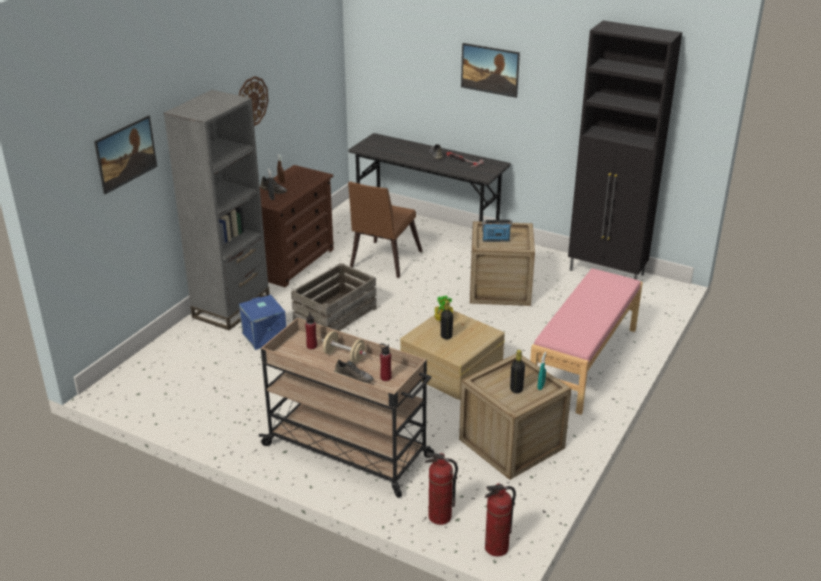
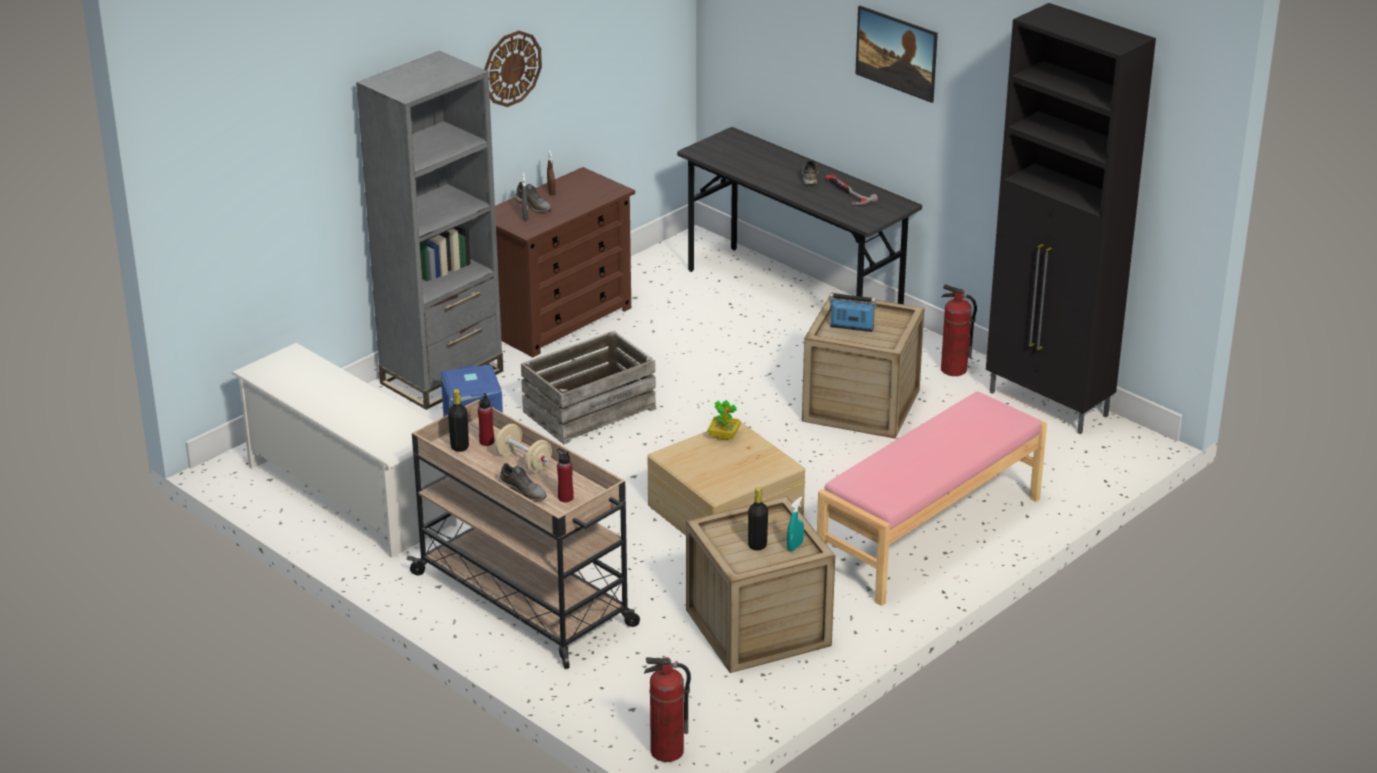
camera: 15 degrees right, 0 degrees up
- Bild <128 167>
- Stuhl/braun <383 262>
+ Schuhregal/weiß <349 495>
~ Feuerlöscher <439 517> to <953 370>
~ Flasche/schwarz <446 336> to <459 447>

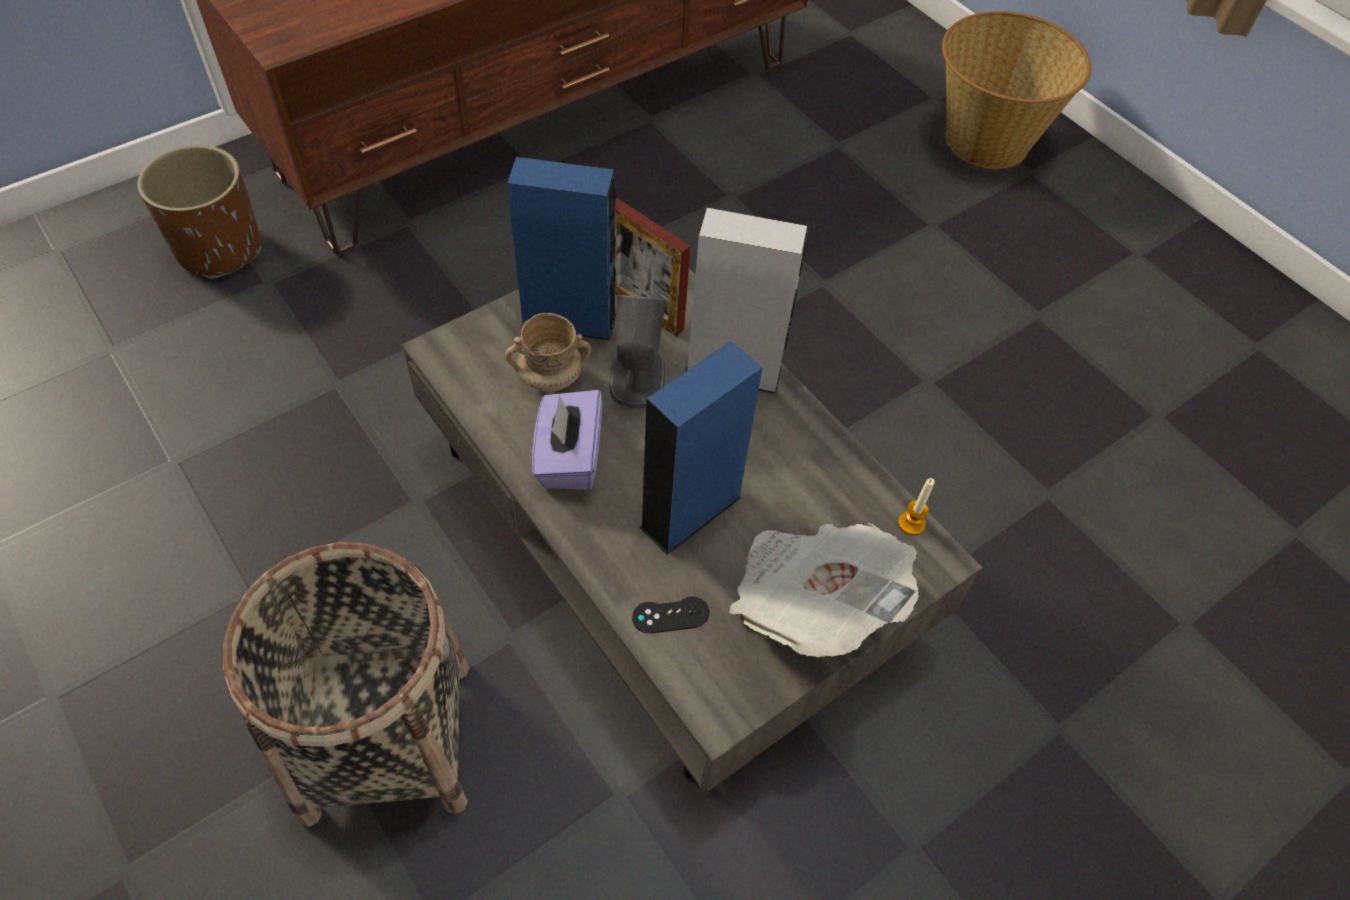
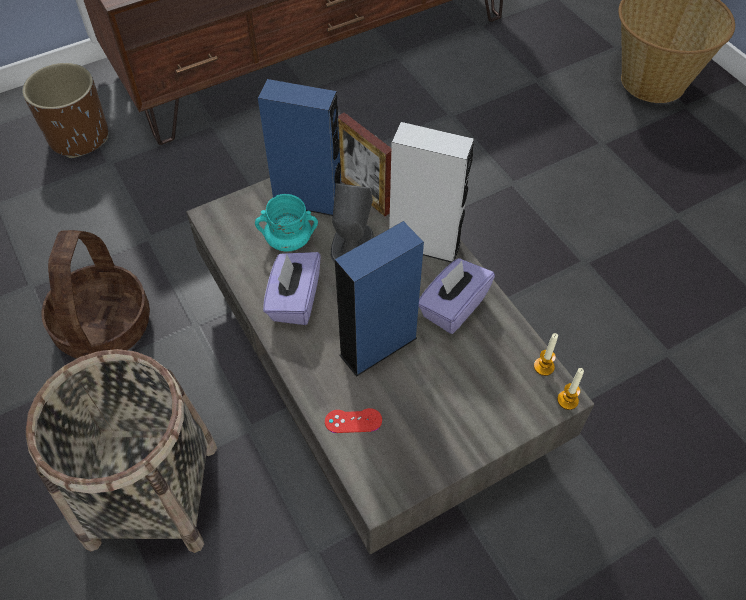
camera: 10 degrees right, 0 degrees up
- Zeitung <812 601>
+ Korb <103 324>
+ Taschentuchbox/lila <452 307>
+ Kerze <567 400>
~ Henkelbecher/beige <550 378> to Henkelbecher/türkis <288 241>
~ Gamepad/schwarz <670 615> to Gamepad/rot <353 421>

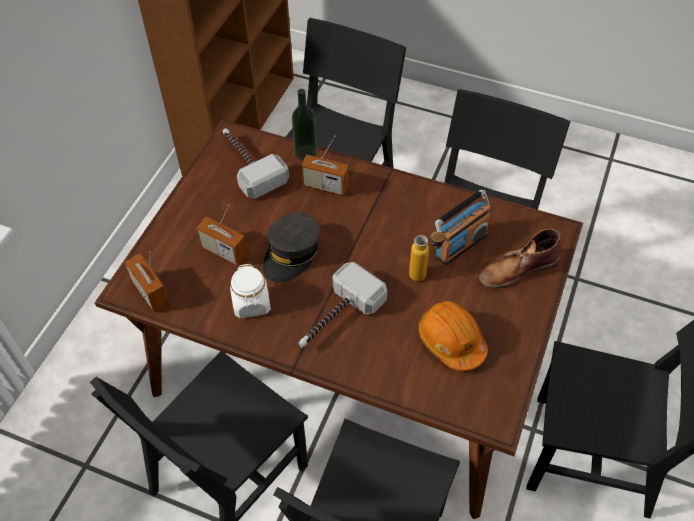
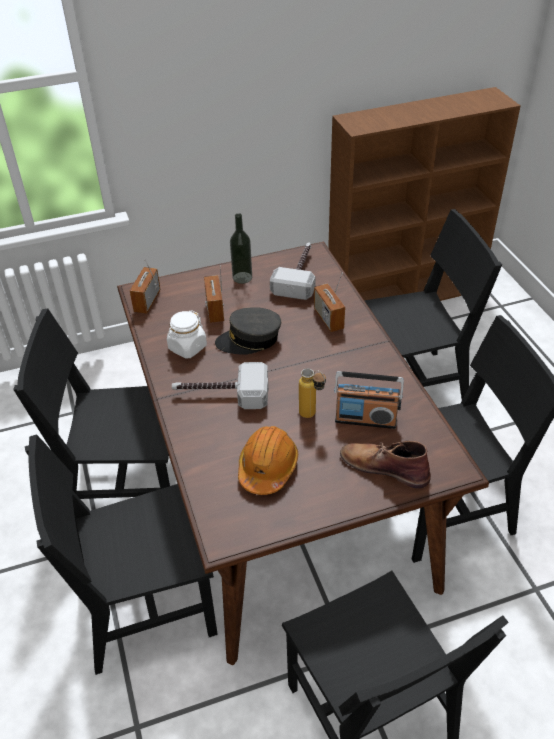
camera: 50 degrees right, 10 degrees down
~ Flasche <305 152> to <242 277>

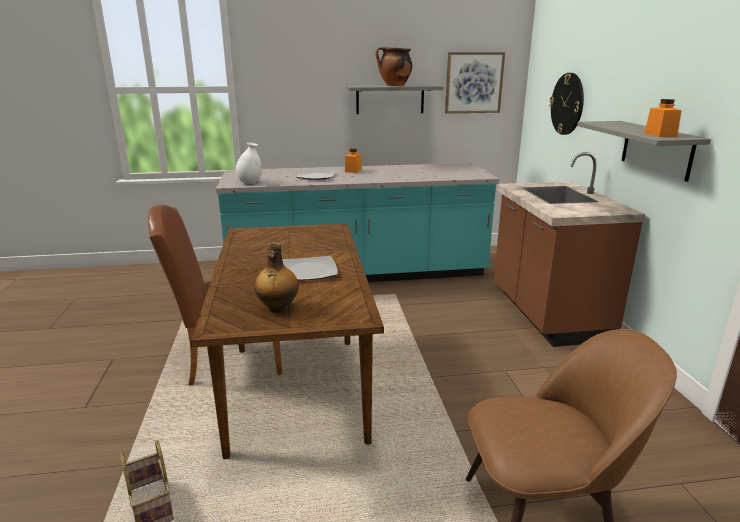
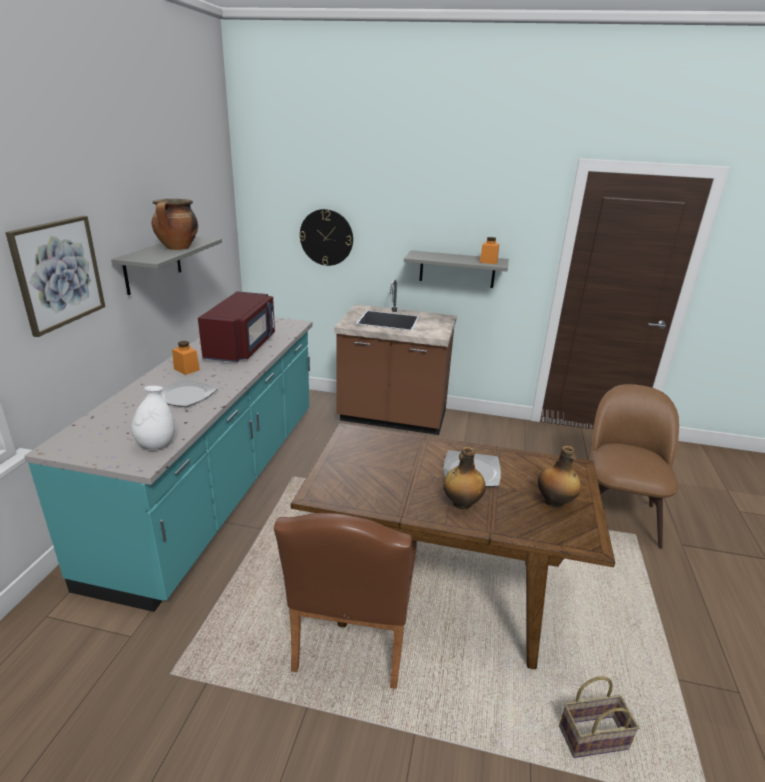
camera: 70 degrees left, 5 degrees up
+ Mikrowelle/rot <242 347>
+ Flasche <461 504>
~ Bild <474 83> to <58 273>

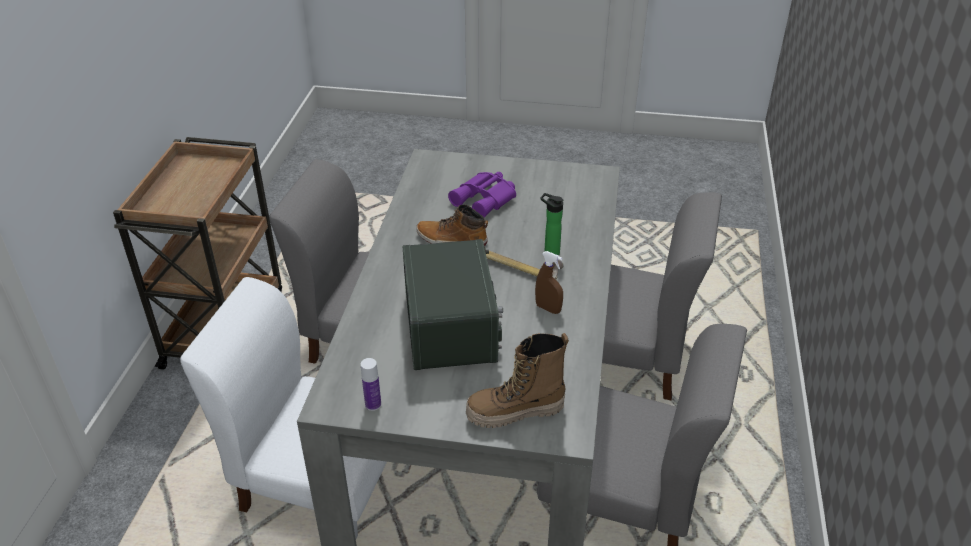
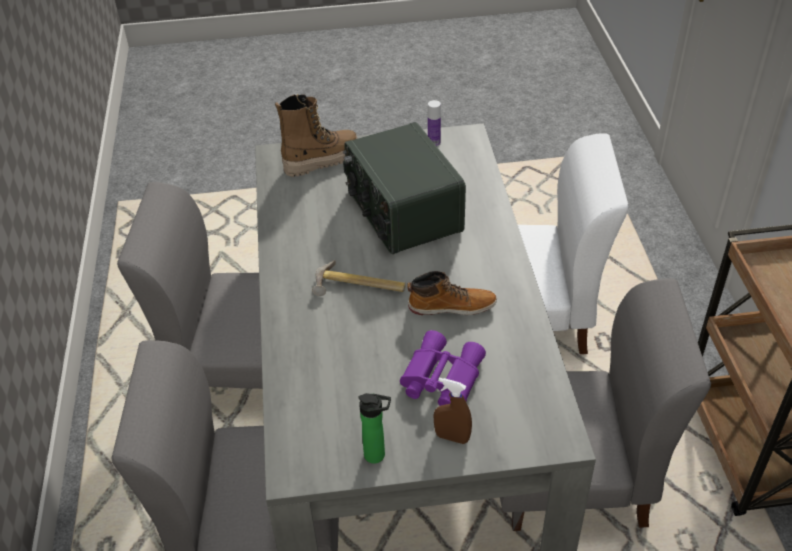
camera: 165 degrees right, 5 degrees up
~ Sprühflasche/braun <548 308> to <452 437>
~ Flasche <549 252> to <378 455>

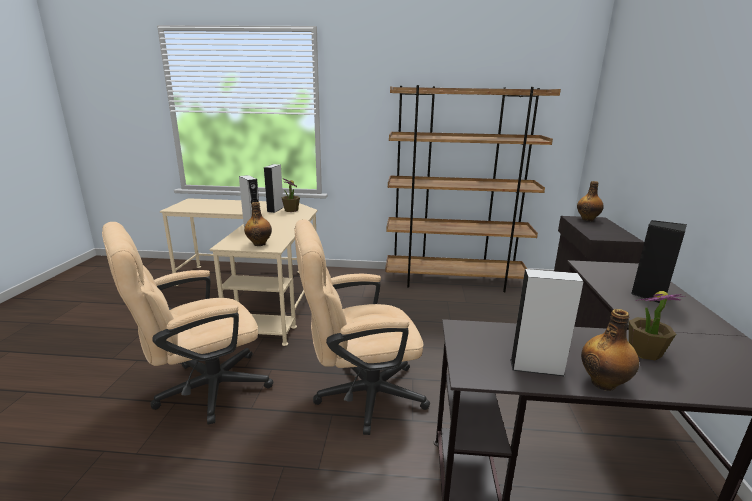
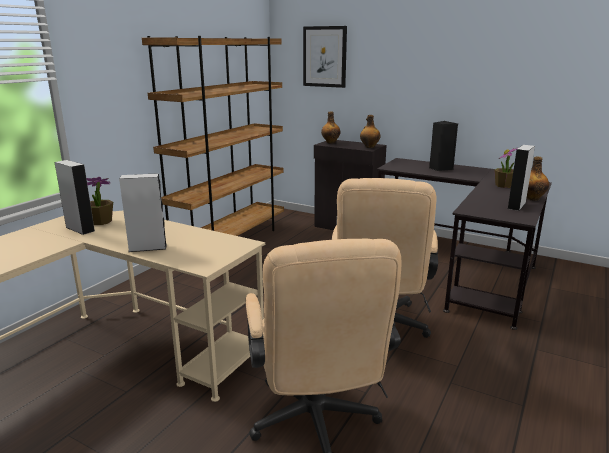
camera: 65 degrees left, 0 degrees up
+ Bild <325 57>
~ Flasche <259 244> to <369 147>

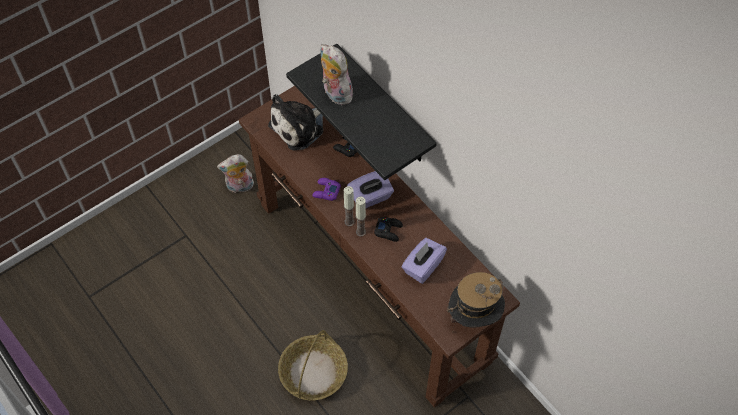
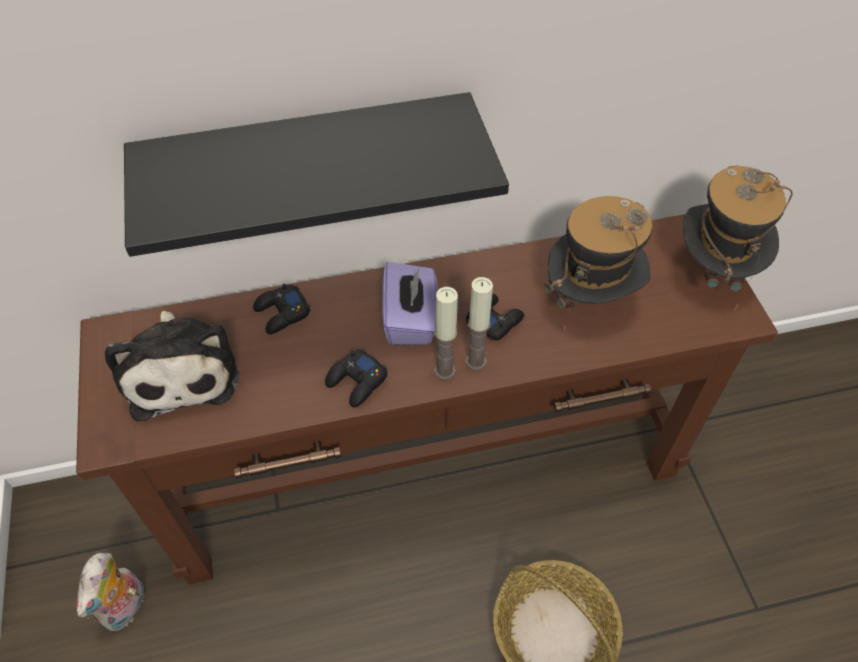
camera: 65 degrees left, 5 degrees down
- Plüschtier <335 93>
~ Taschentuchbox/lila <423 266> to Hut <589 300>
~ Gamepad/lila <326 191> to Gamepad/schwarz <357 382>

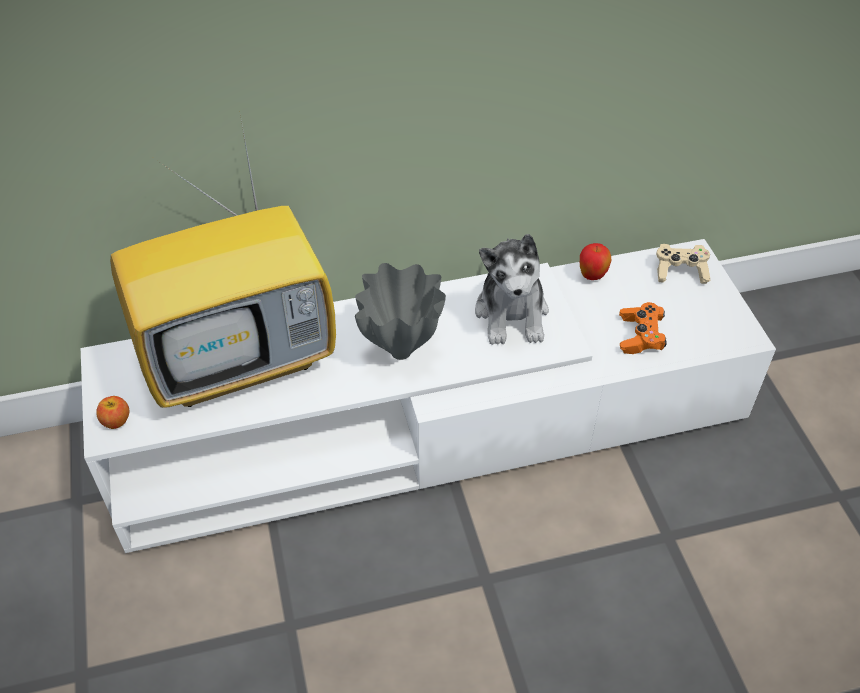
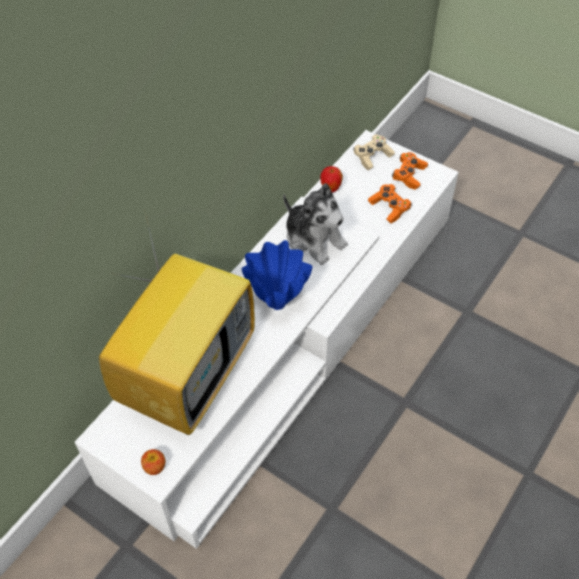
camera: 40 degrees left, 5 degrees up
+ Gamepad/orange <409 175>
~ Vase/grau <402 351> to Vase/blau <278 302>

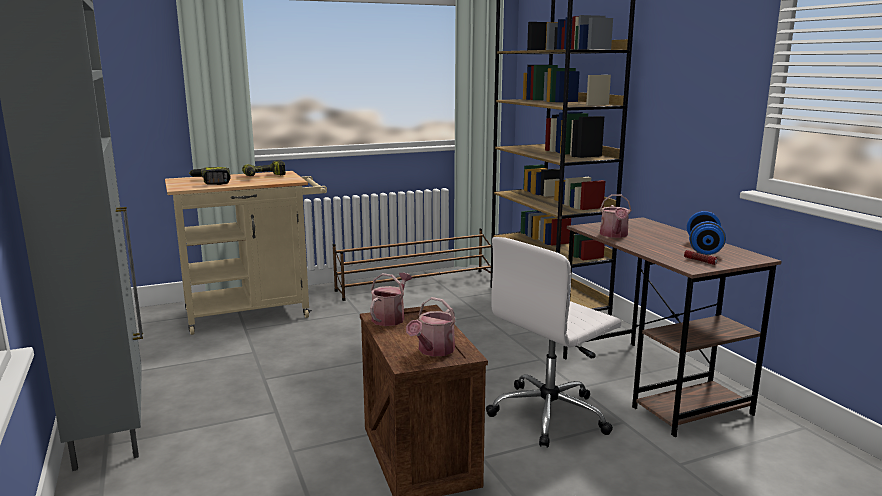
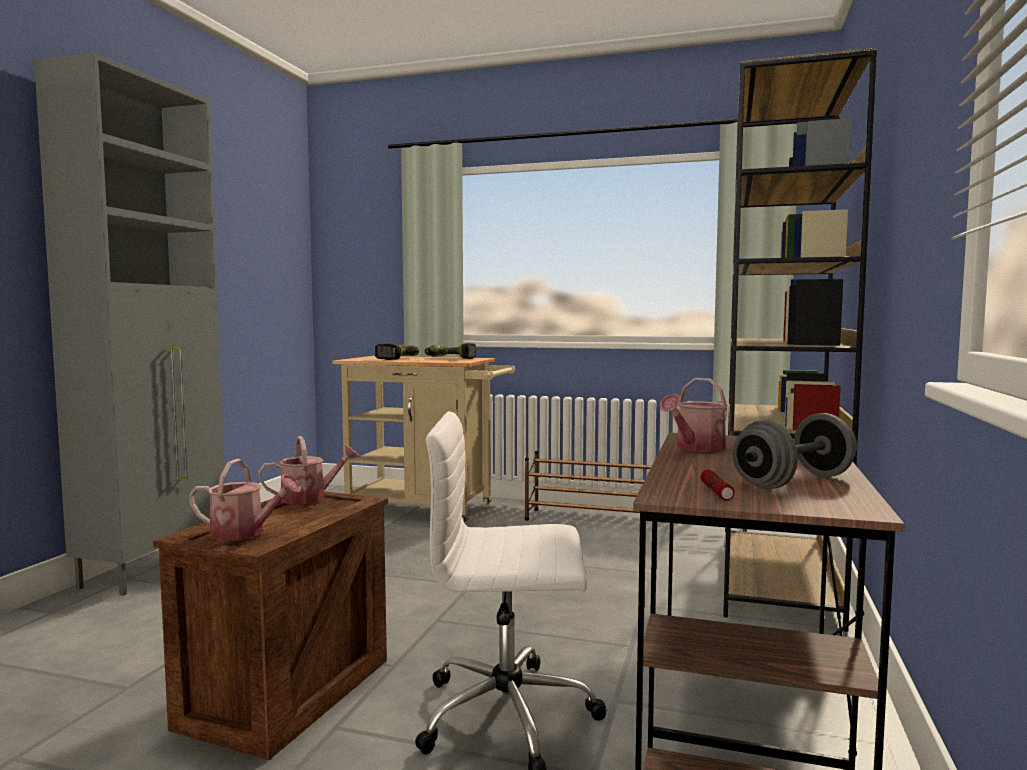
camera: 40 degrees right, 10 degrees down
~ Hantel/blau <703 248> to Hantel/grau <794 481>
~ Gießkanne <433 351> = <244 533> 150 degrees counterclockwise

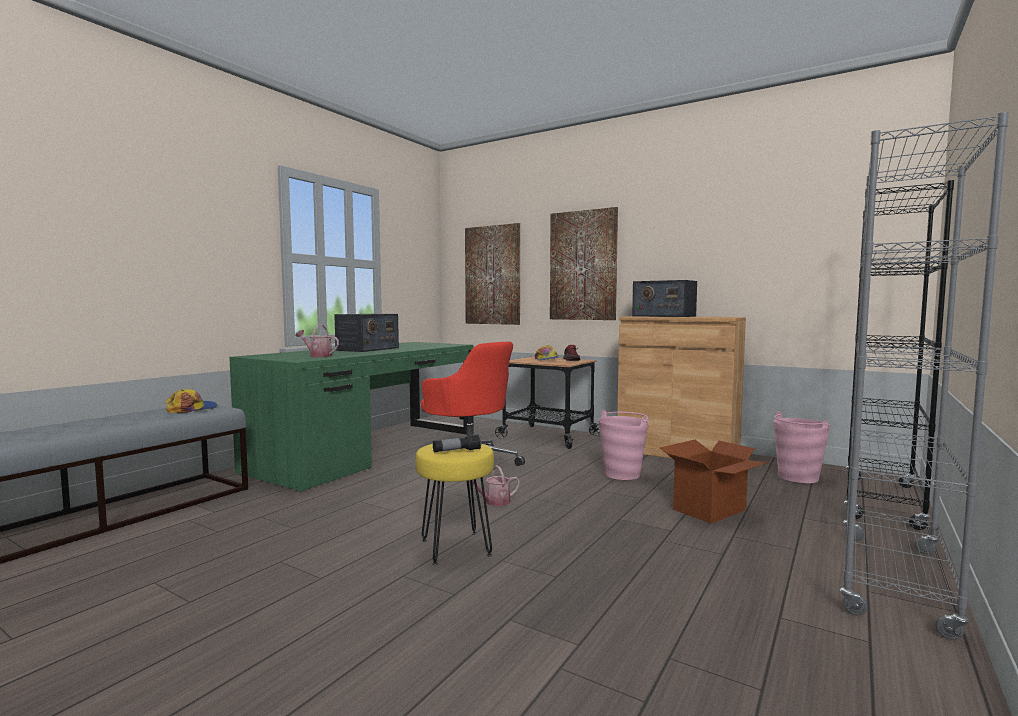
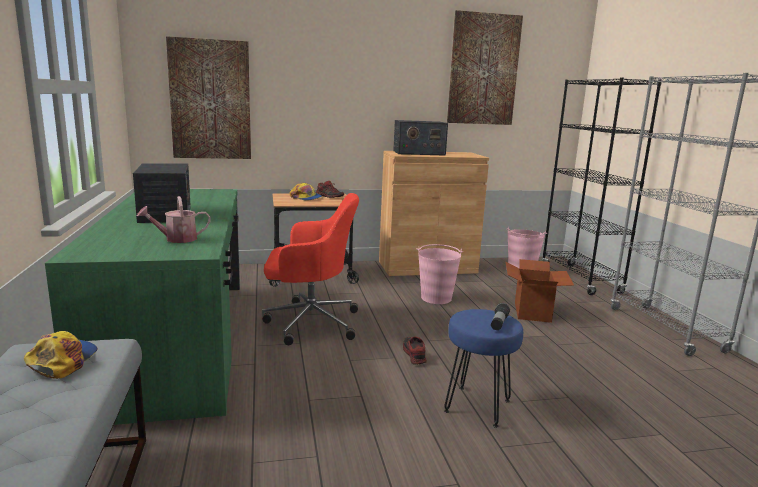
camera: 45 degrees left, 10 degrees up
~ Bild <583 265> to <483 70>
~ Gießkanne <494 502> to Schuh <413 355>
~ Hocker/gelb <456 548> to Hocker/blau <478 406>

